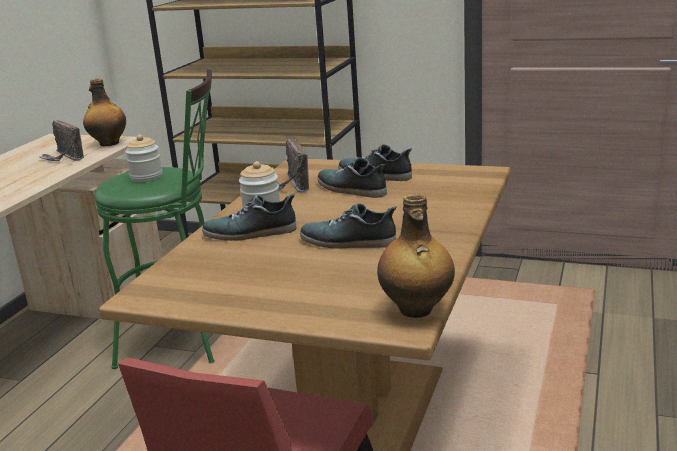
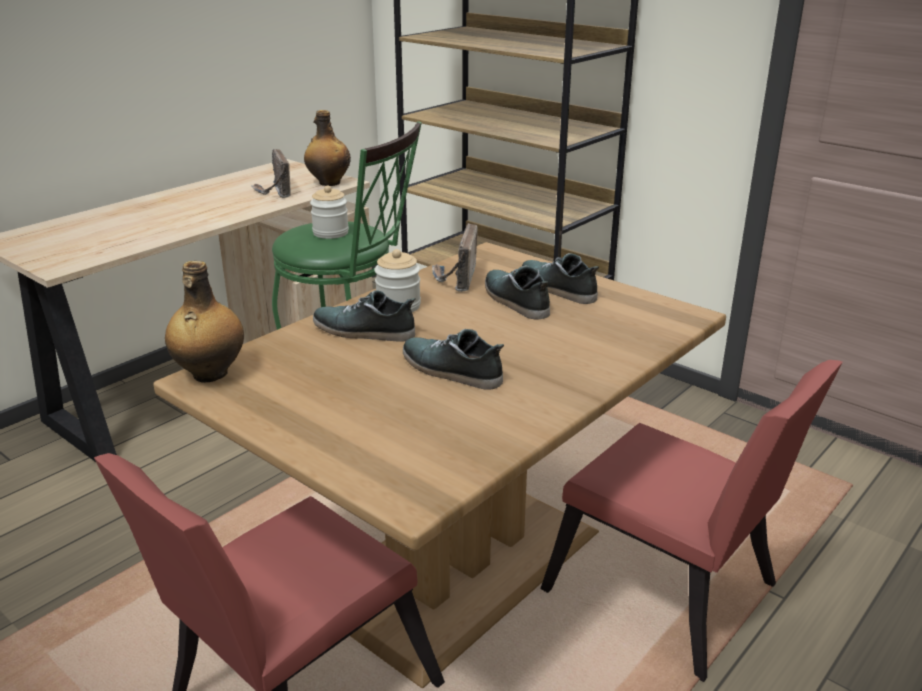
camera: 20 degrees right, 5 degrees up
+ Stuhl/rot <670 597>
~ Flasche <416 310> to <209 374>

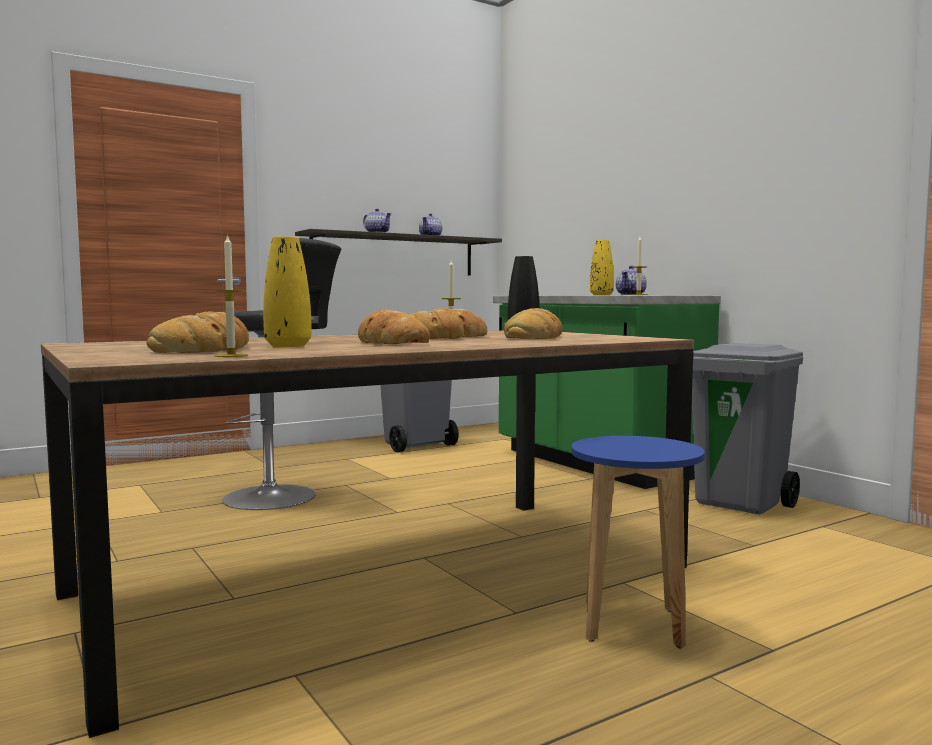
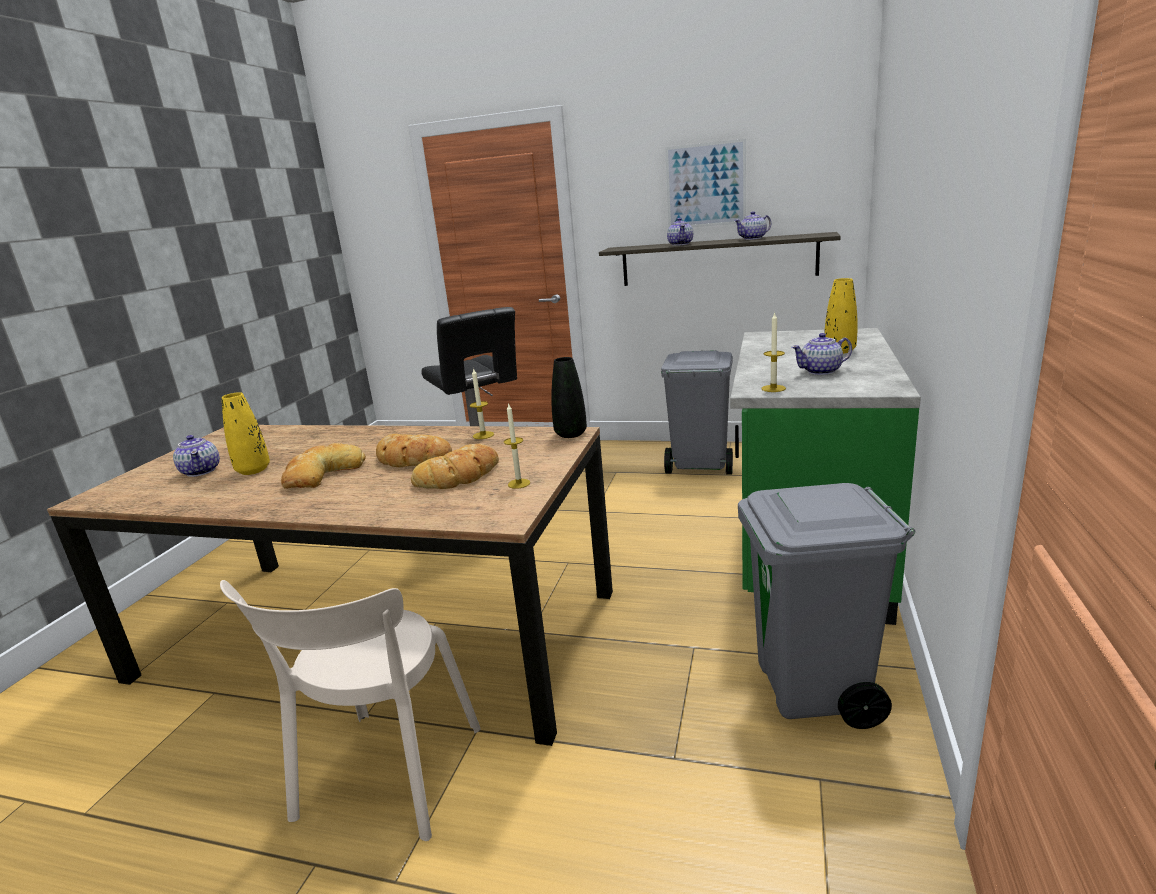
camera: 50 degrees right, 15 degrees up
+ Bild <705 185>
~ Kerze <231 355> to <519 483>
~ Brot <206 349> to Teekanne <201 471>
~ Hocker/blau <632 625> to Stuhl/beige <386 779>

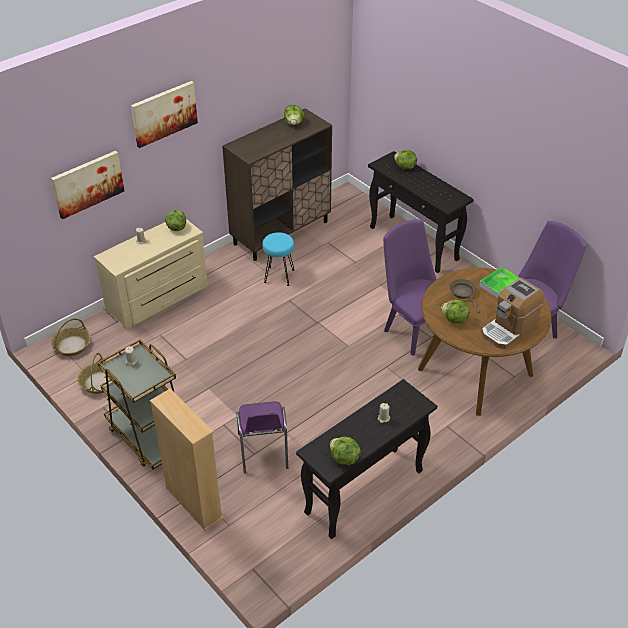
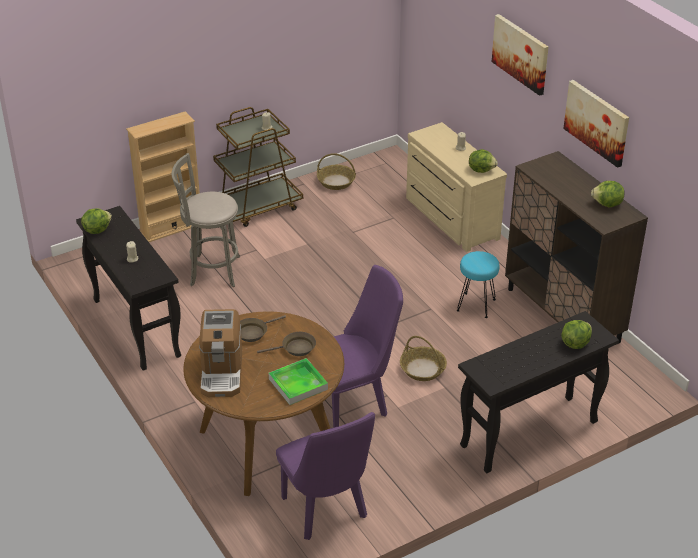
camera: 100 degrees right, 5 degrees down
~ Bild <87 183> to <597 122>
~ Korb <72 345> to <423 369>
~ Stuhl/lila <263 452> to Hocker/grau <211 270>
~ Salatkopf <454 319> to Pfanne/braun <253 332>
~ Kaffeemaschine <509 329> = <222 372> 150 degrees counterclockwise

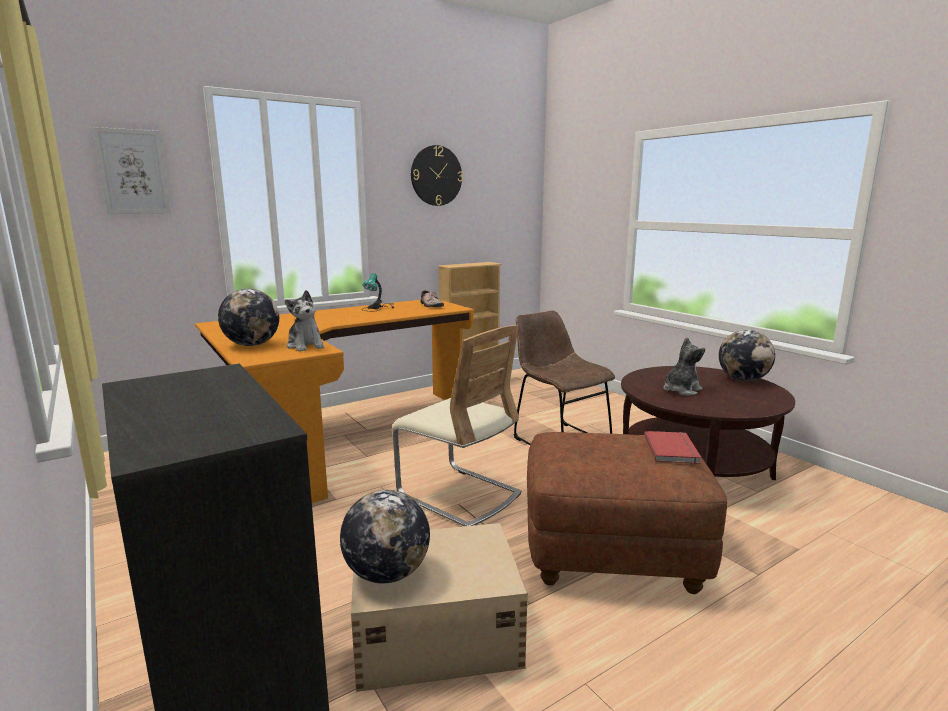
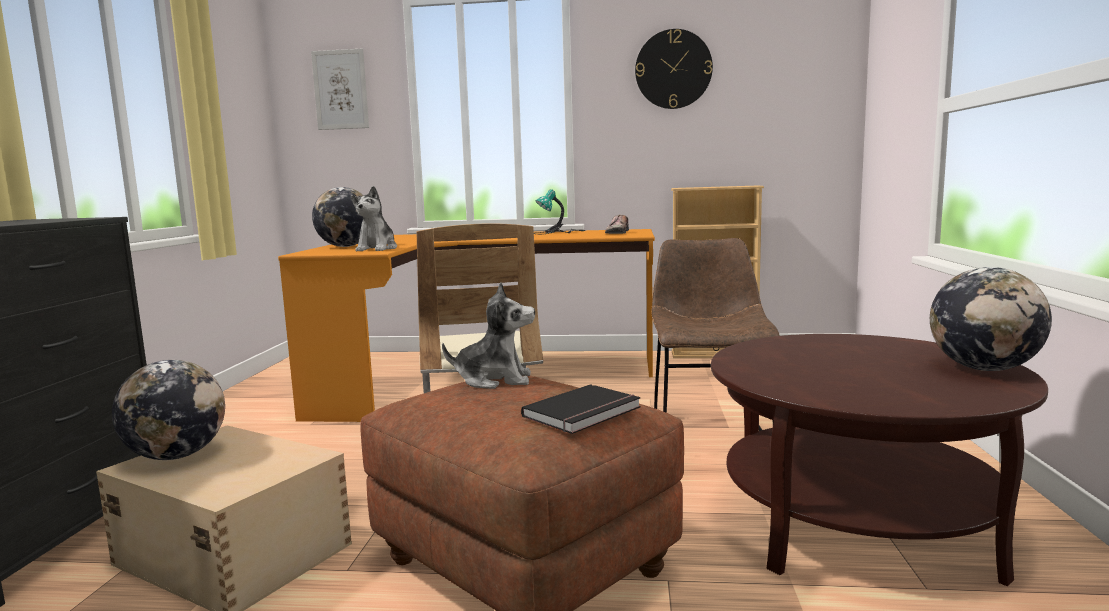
camera: 40 degrees right, 5 degrees down
~ Plüschtier <681 390> to <494 380>
~ Buch/rot <673 449> to Buch/schwarz <585 413>

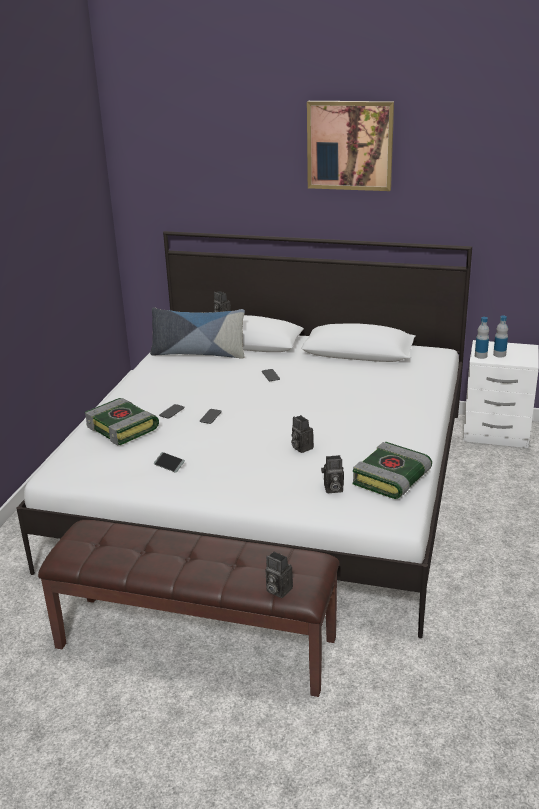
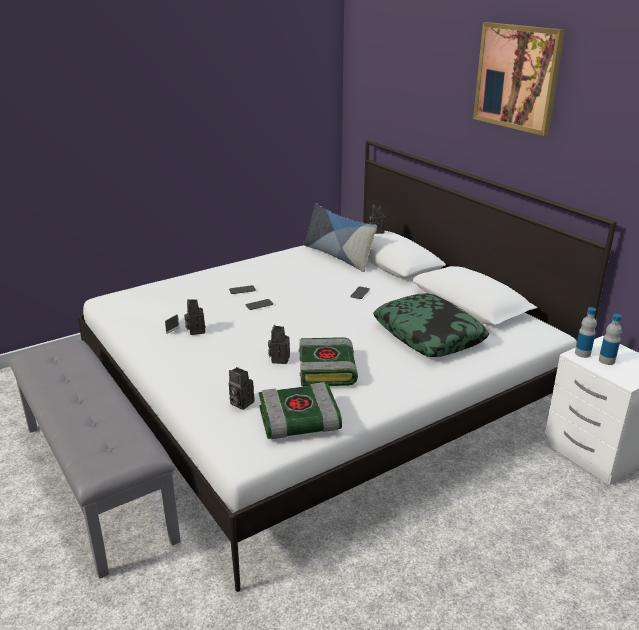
camera: 40 degrees right, 0 degrees up
+ Kissen <429 335>
~ Buch <123 428> to <328 370>
~ Kamera <277 590> to <195 330>
~ Bank/braun <196 641> to Bank/grau <98 479>

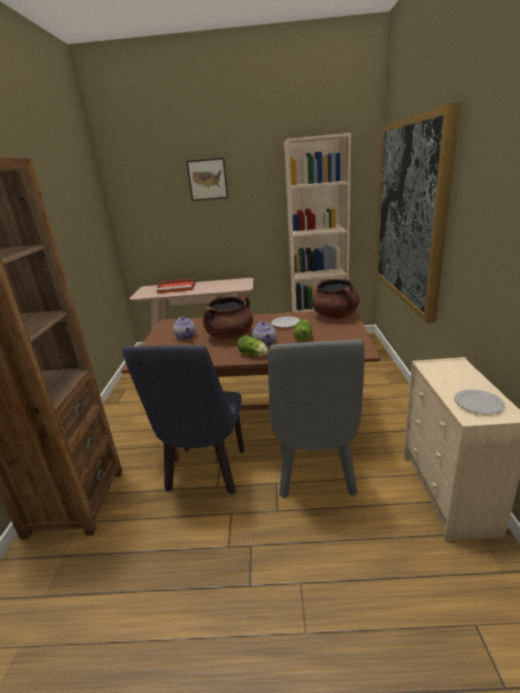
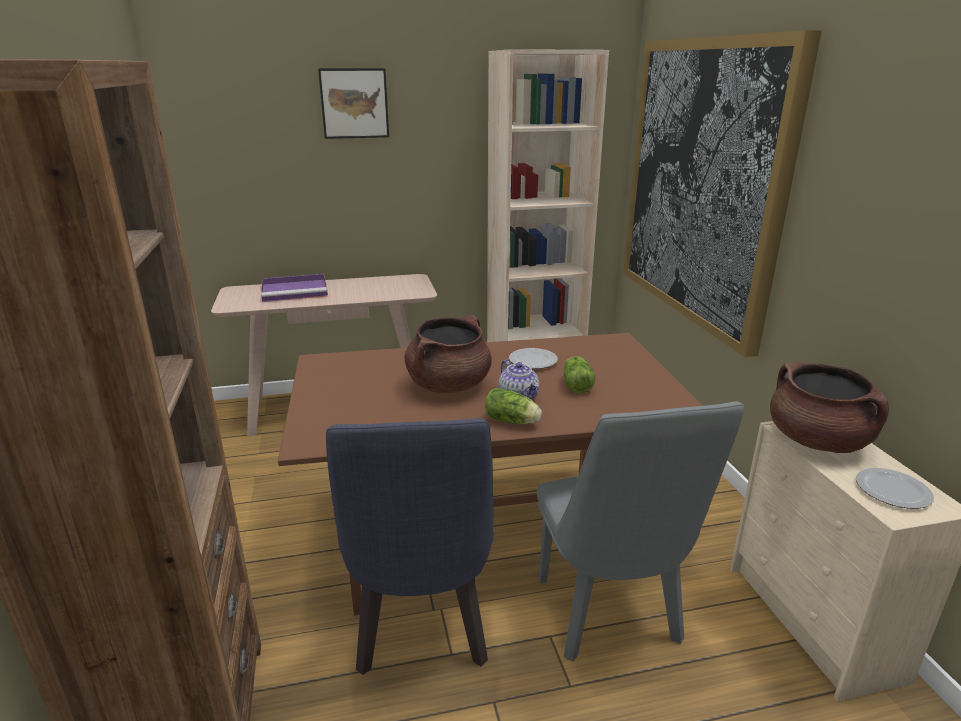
camera: 15 degrees left, 0 degrees up
- Teekanne <186 336>
~ Kochtopf/braun <335 316> to <817 441>
~ Tablett/rot <177 287> to Tablett/lila <296 291>

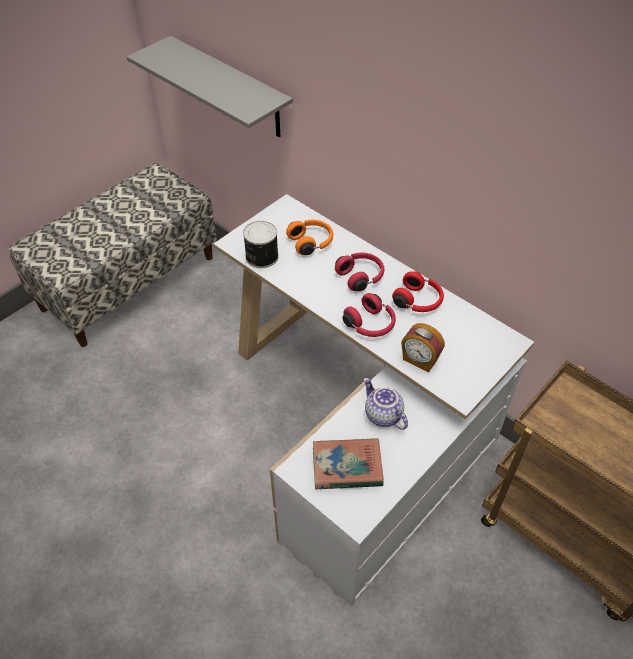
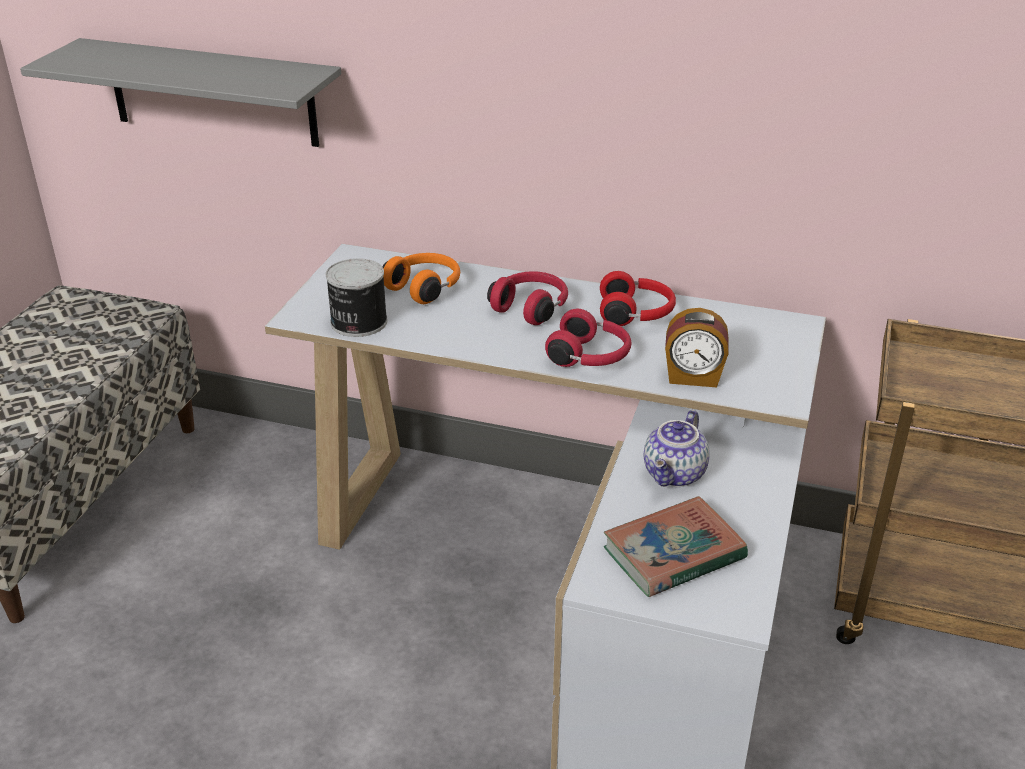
camera: 25 degrees left, 15 degrees down
~ Teekanne <382 415> = <675 475> 90 degrees counterclockwise

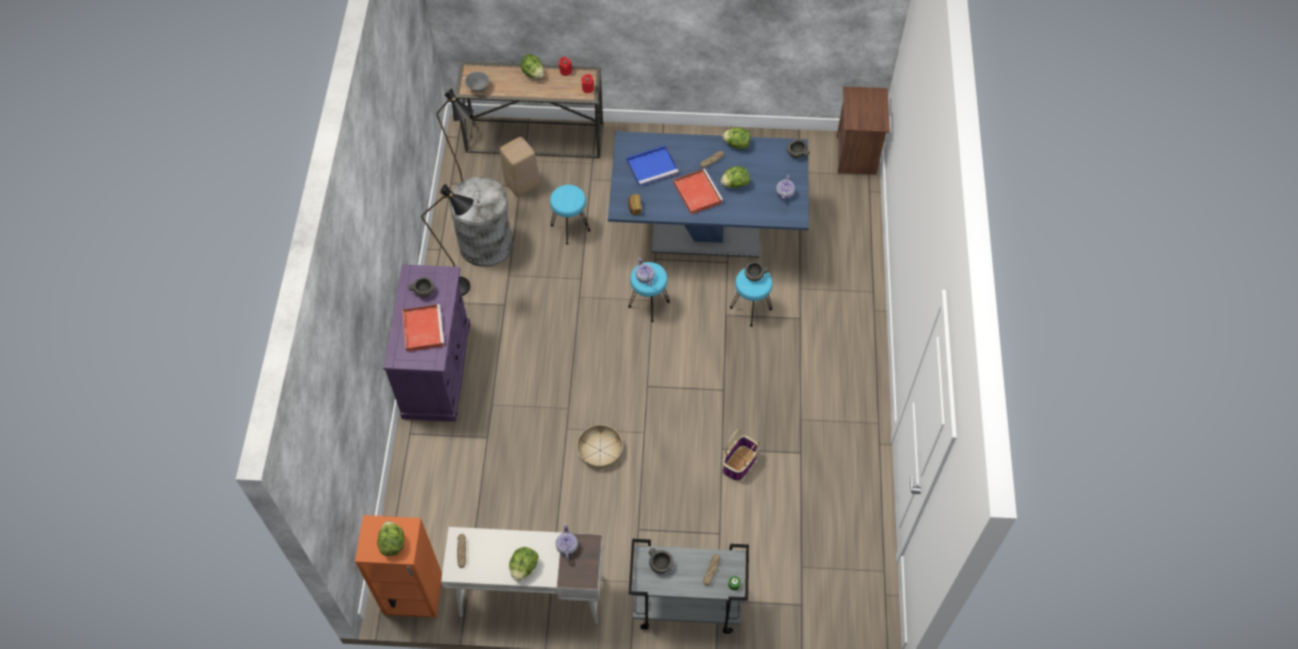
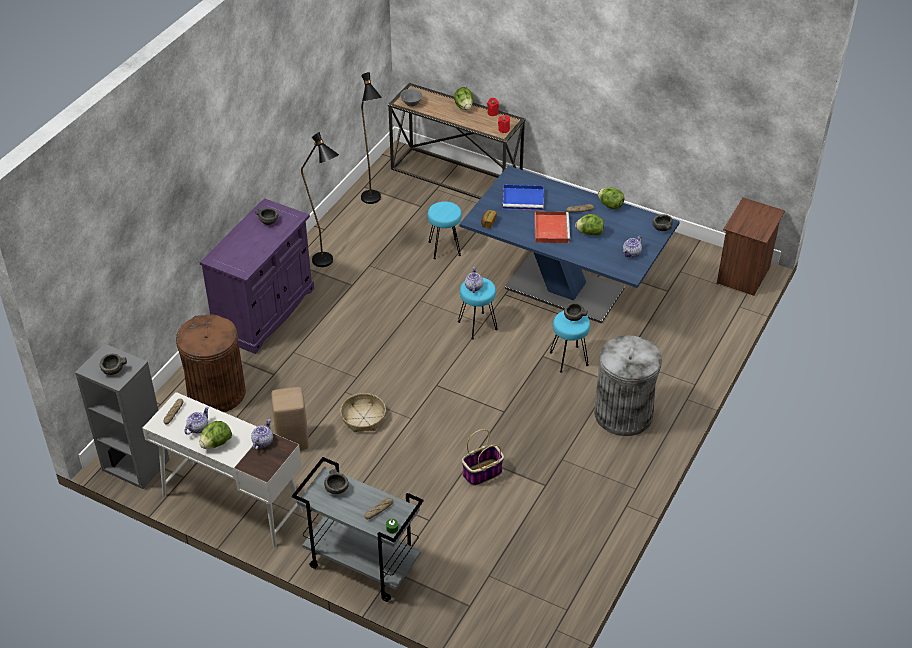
camera: 25 degrees right, 15 degrees down
- Tablett/rot <422 328>
+ Mülleimer/braun <216 392>
+ Teekanne <198 427>
~ Mülleimer/grau <486 244> to <623 414>
~ Hocker/beige <522 184> to <293 440>
~ Salatkopf <392 543> to Schüssel/grau <113 370>
~ Bücherregal/orange <412 595> to Bücherregal/grau <135 465>

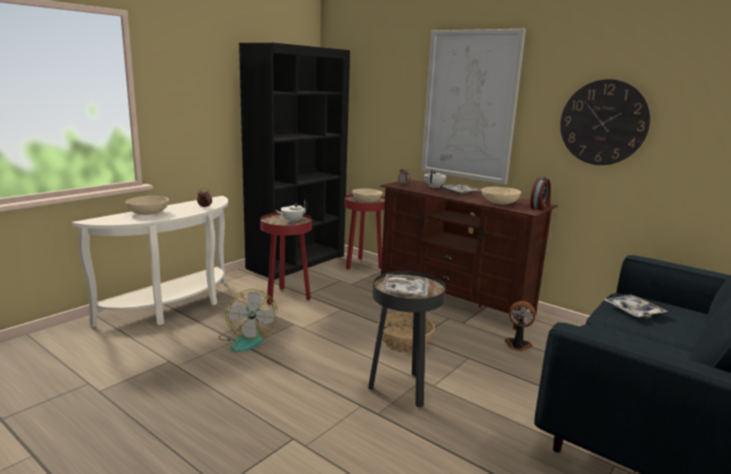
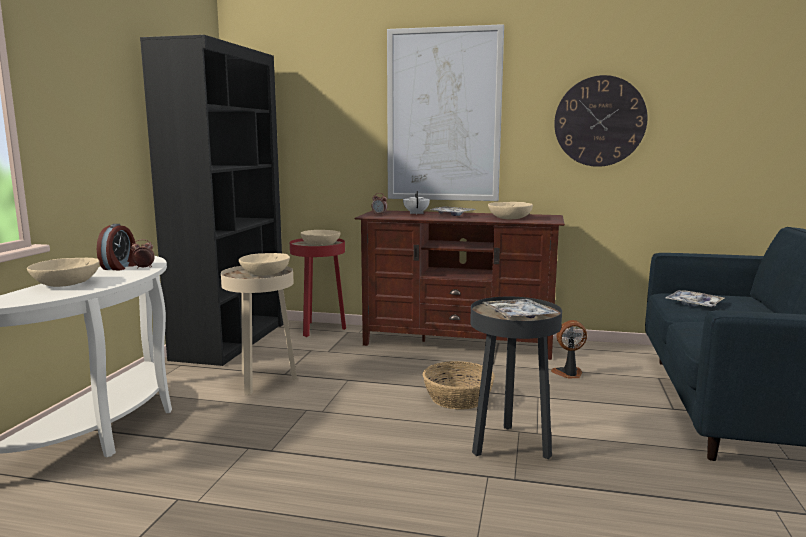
camera: 25 degrees left, 5 degrees down
- Ventilator <247 339>
~ Wecker <540 207> to <120 267>
~ Teekanne/weiß <292 221> to Schüssel/beige <265 273>
~ Beistelltisch/rot <286 297> to Beistelltisch/beige <262 382>

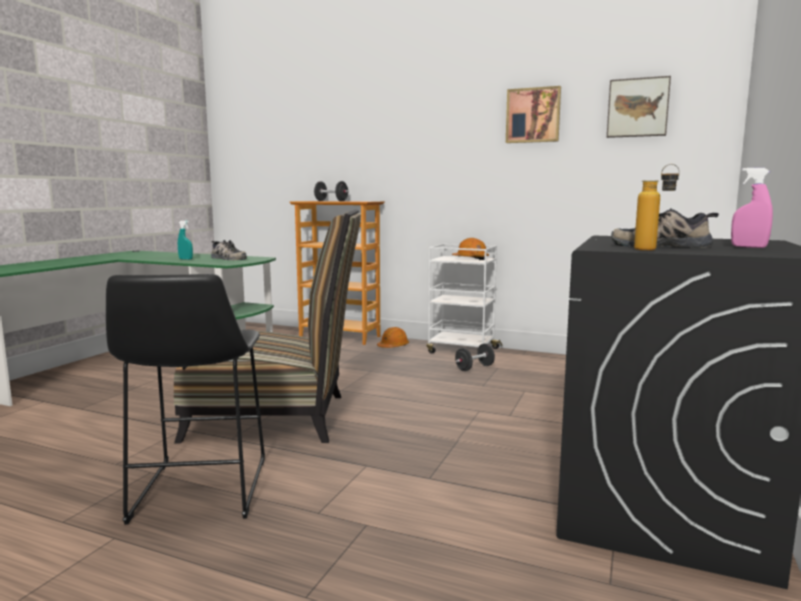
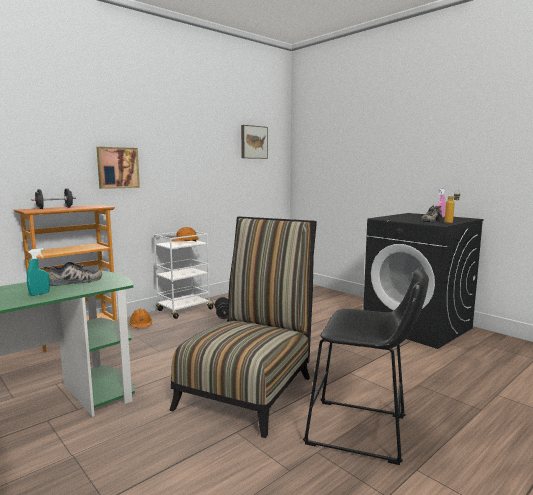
camera: 65 degrees left, 0 degrees up
~ Bild <533 115> to <117 167>

